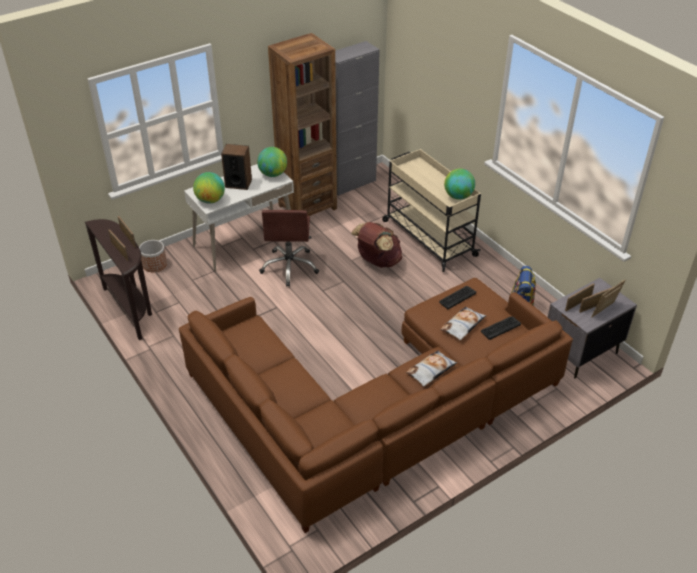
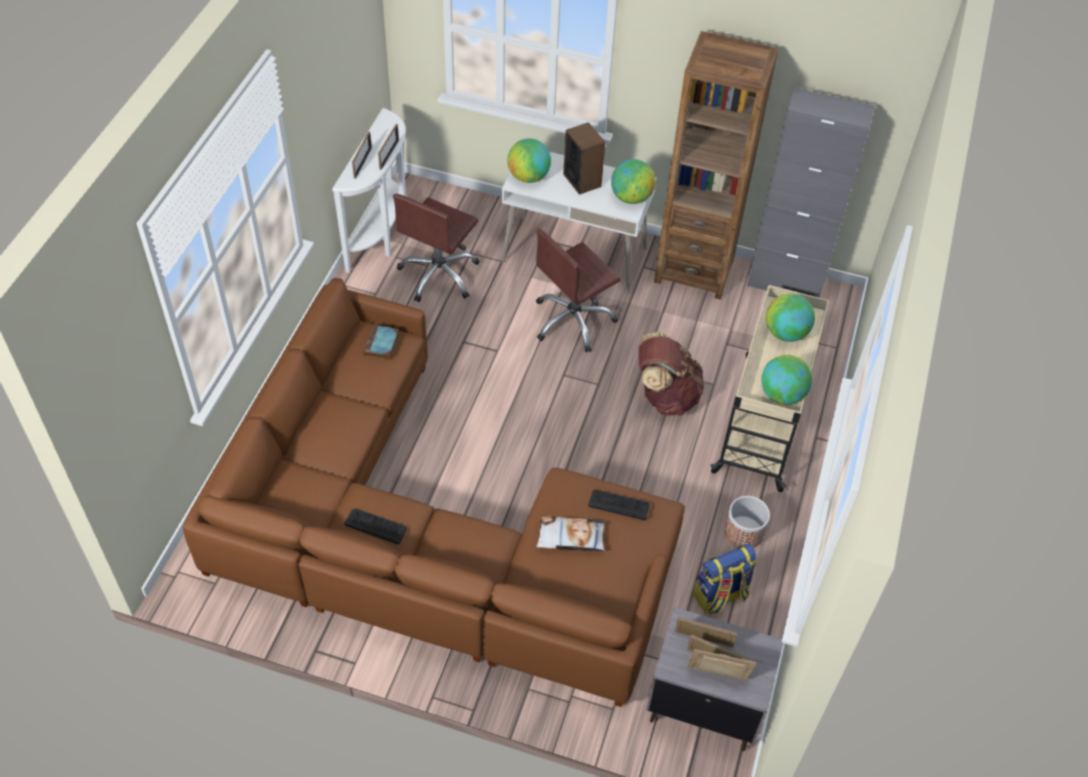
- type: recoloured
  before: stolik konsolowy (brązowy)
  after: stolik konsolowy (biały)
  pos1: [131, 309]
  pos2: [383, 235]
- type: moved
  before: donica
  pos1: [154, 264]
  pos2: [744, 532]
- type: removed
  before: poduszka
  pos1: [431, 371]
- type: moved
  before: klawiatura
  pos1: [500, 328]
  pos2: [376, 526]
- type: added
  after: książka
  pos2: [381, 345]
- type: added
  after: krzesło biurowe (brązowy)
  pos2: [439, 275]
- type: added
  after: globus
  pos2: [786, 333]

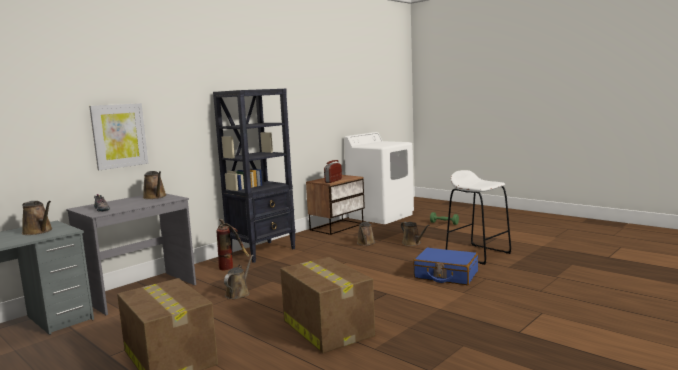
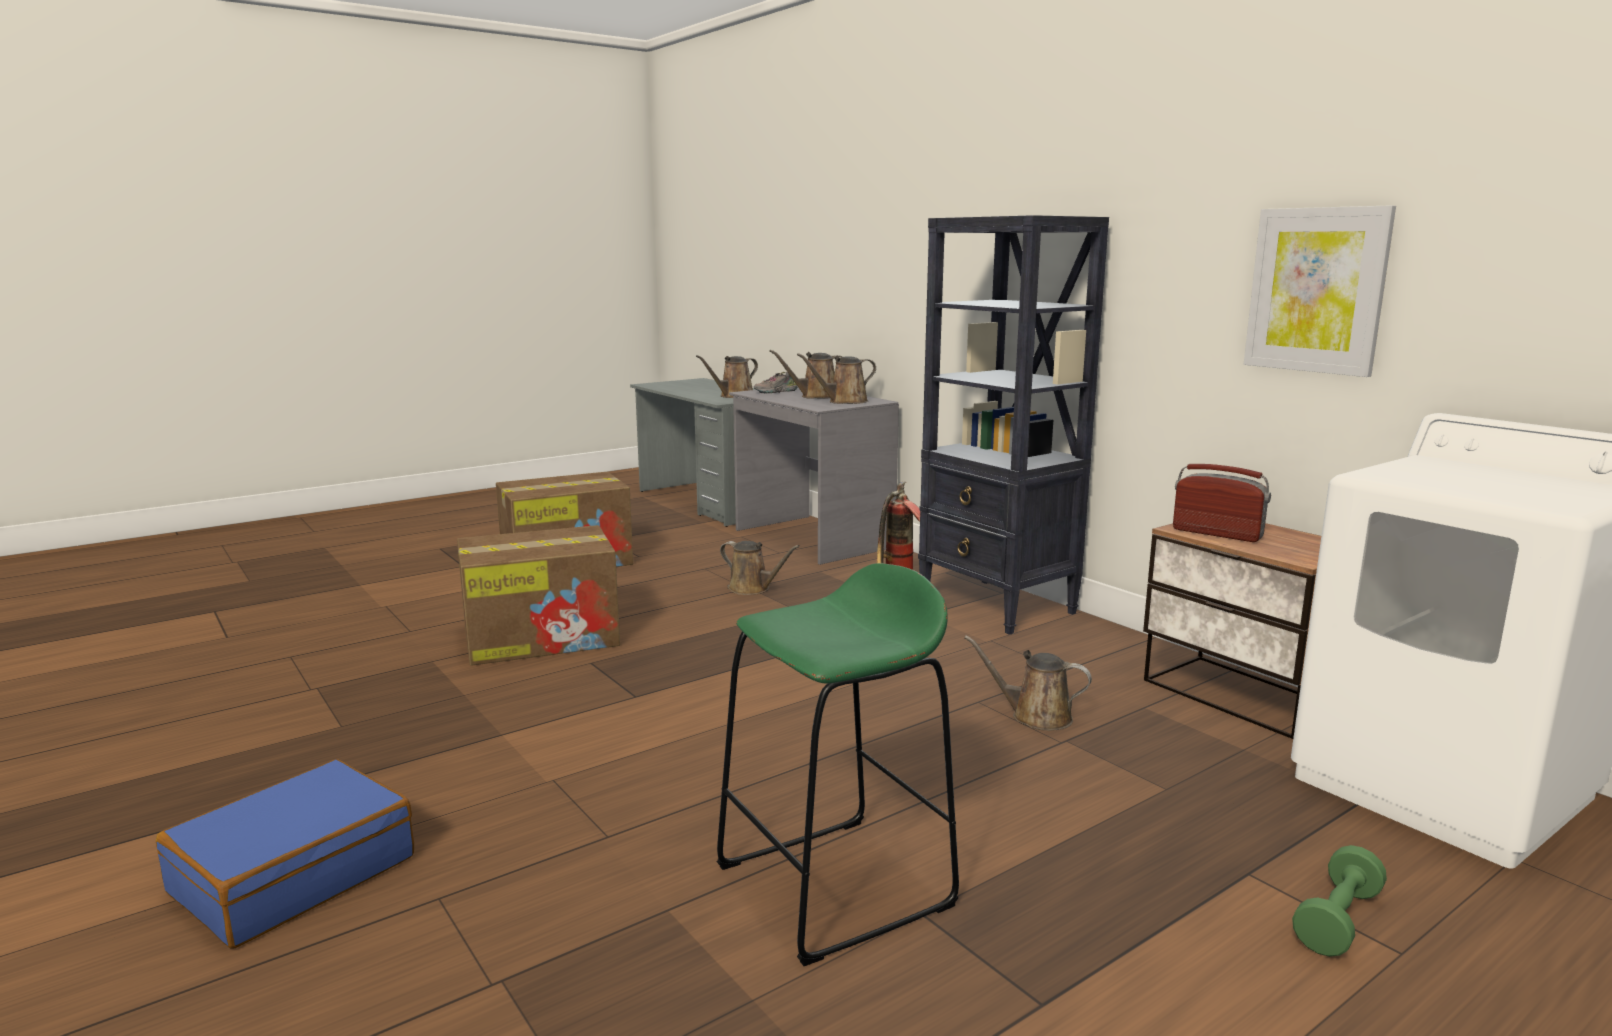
- type: moved
  before: obraz
  pos1: [119, 136]
  pos2: [1316, 290]
- type: moved
  before: konewka (brązowy)
  pos1: [412, 243]
  pos2: [816, 396]
- type: moved
  before: walizka (niebieski)
  pos1: [446, 275]
  pos2: [294, 874]
- type: recoloured
  before: stołek (biały)
  after: stołek (zielony)
  pos1: [478, 254]
  pos2: [835, 886]

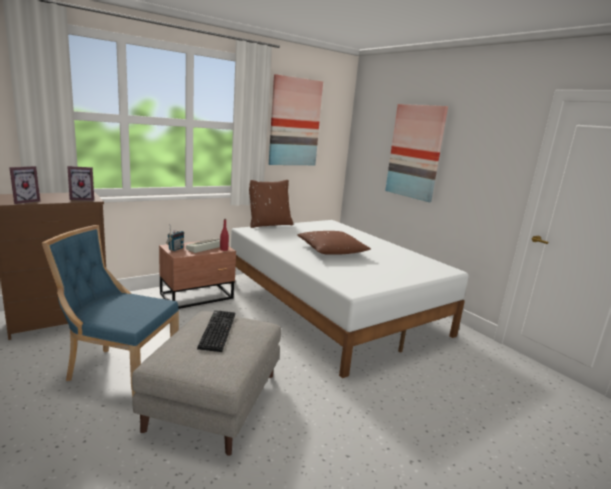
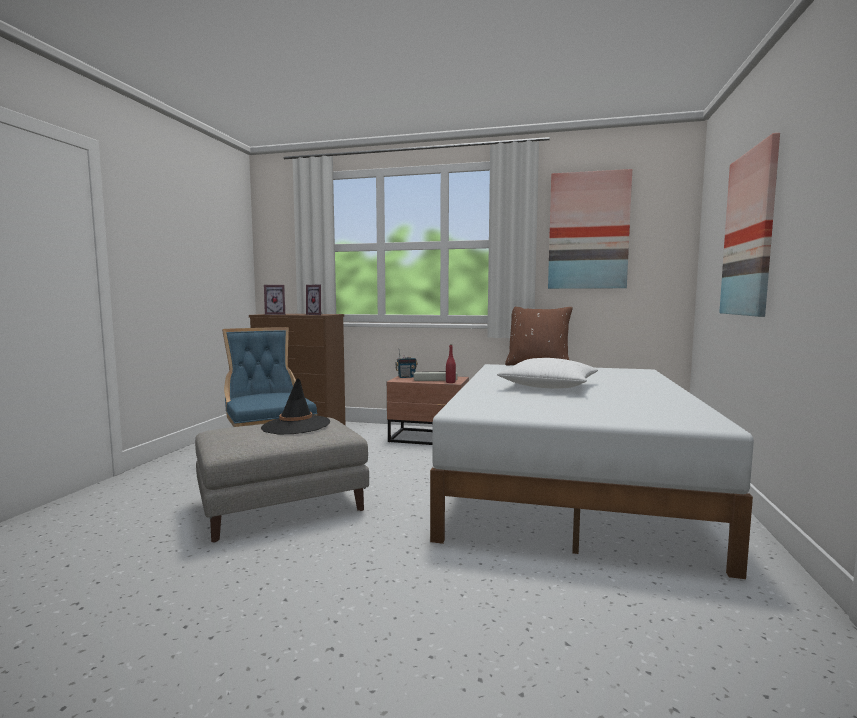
- type: replaced
  before: klawiatura
  after: kapelusz (czarny)
  pos1: [216, 330]
  pos2: [296, 425]
- type: recoloured
  before: poduszka (brązowy)
  after: poduszka (biały)
  pos1: [331, 251]
  pos2: [549, 386]

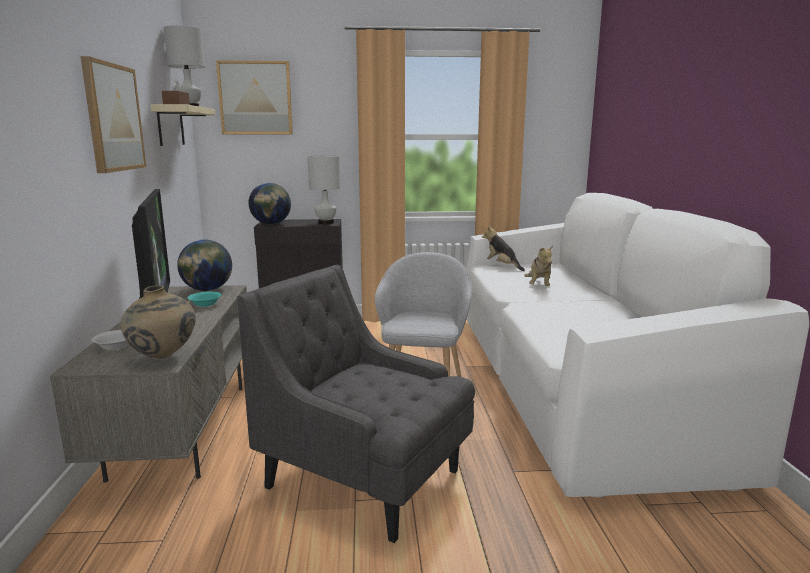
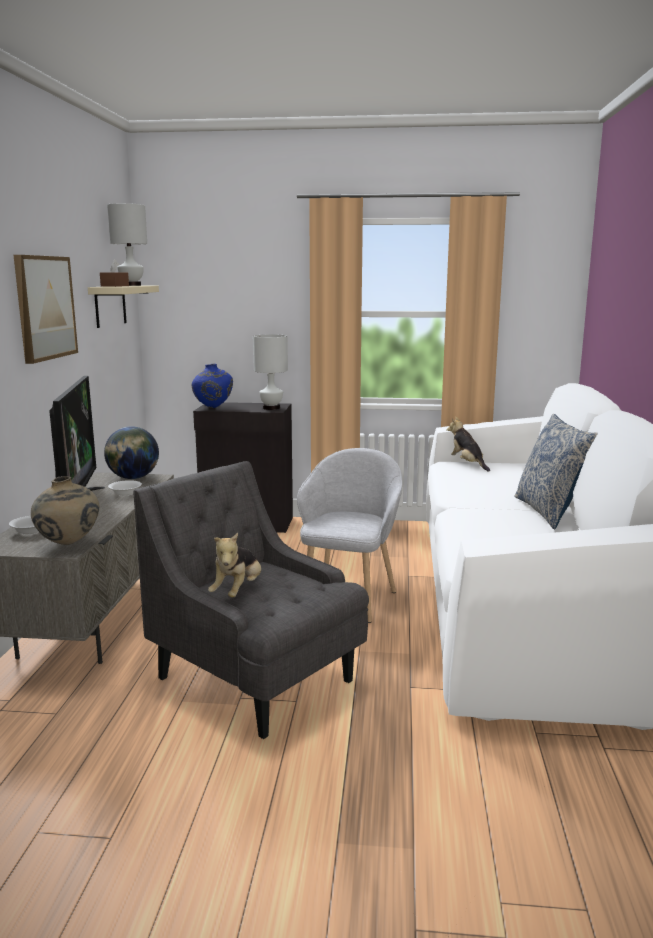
- type: recoloured
  before: miska (turkusowy)
  after: miska (biały)
  pos1: [205, 304]
  pos2: [126, 493]
- type: removed
  before: obraz
  pos1: [255, 98]
- type: replaced
  before: globus
  after: wazon (niebieski)
  pos1: [271, 224]
  pos2: [213, 408]
- type: moved
  before: pluszak
  pos1: [539, 286]
  pos2: [238, 591]
- type: added
  after: poduszka
  pos2: [550, 512]

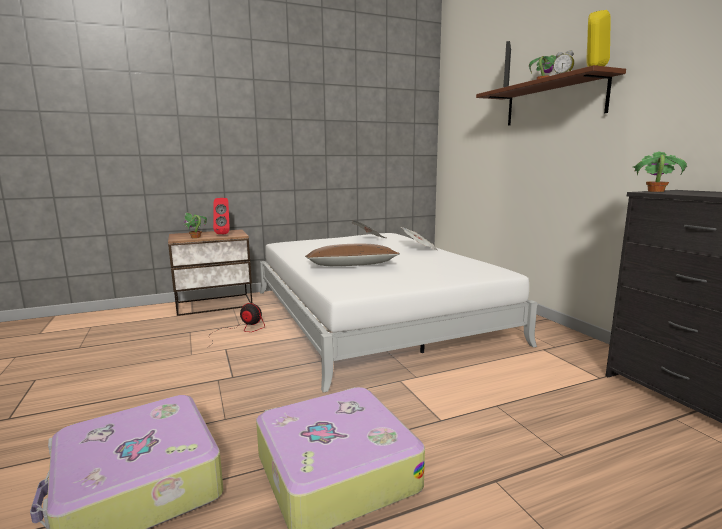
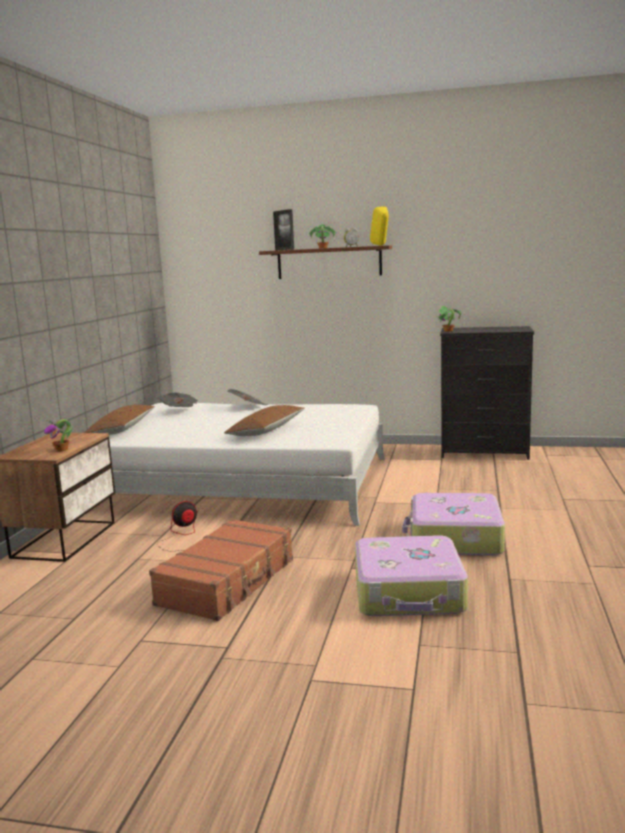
- type: removed
  before: głośnik (czerwony)
  pos1: [224, 234]
- type: added
  after: poduszka (brązowy)
  pos2: [121, 429]
- type: added
  after: walizka (brązowy)
  pos2: [228, 582]

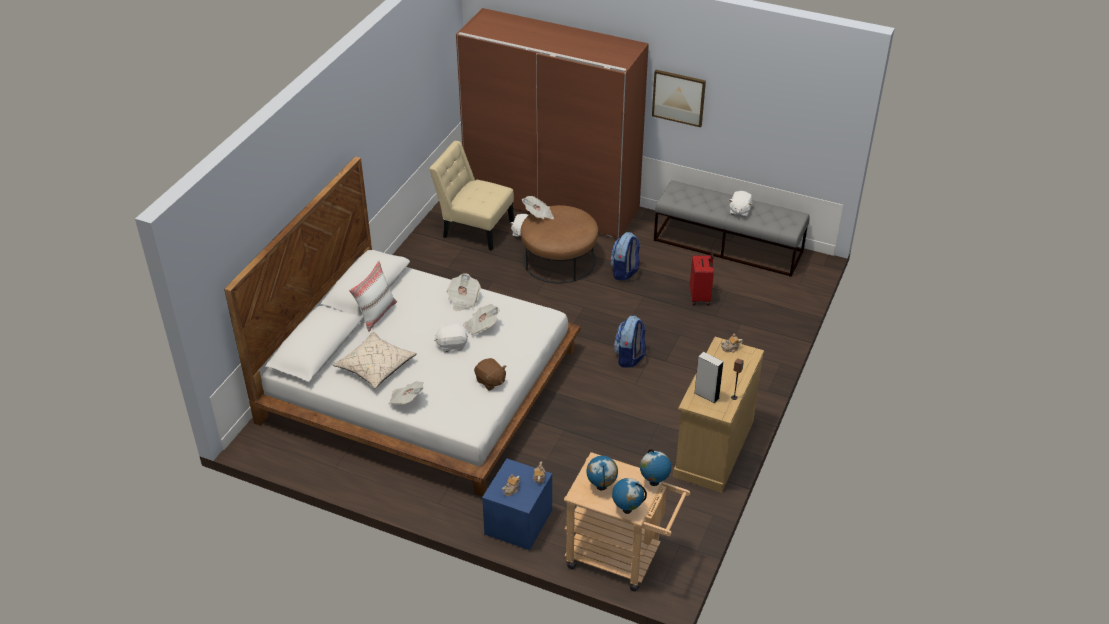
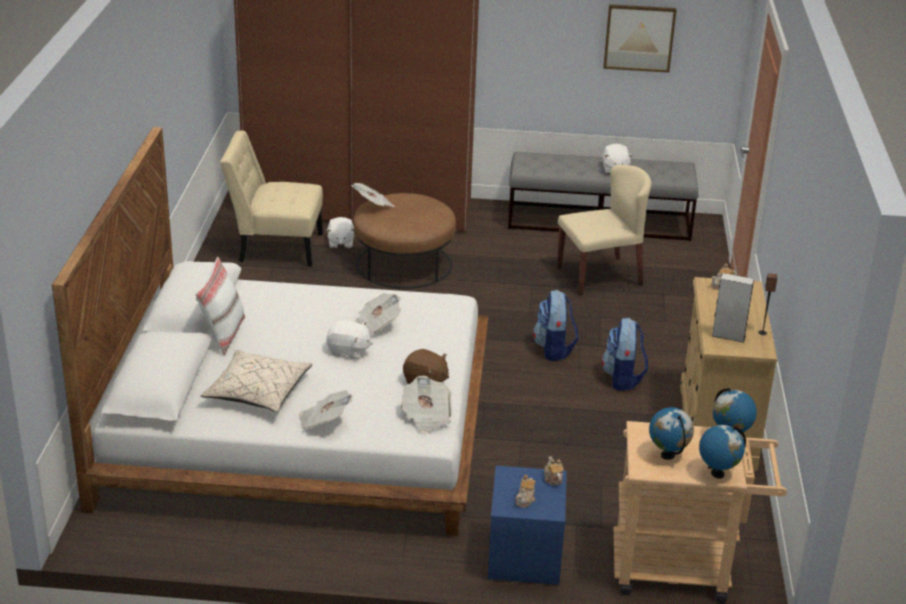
- type: turned
  before: pluszak (biały)
  pos1: [452, 345]
  pos2: [348, 351]
  turn: -135
- type: moved
  before: gazeta
  pos1: [463, 300]
  pos2: [426, 417]
- type: moved
  before: plecak
  pos1: [625, 272]
  pos2: [623, 379]
- type: moved
  before: obraz
  pos1: [678, 97]
  pos2: [639, 37]
- type: replaced
  before: walizka (czerwony)
  after: krzesło (beżowy)
  pos1: [700, 297]
  pos2: [600, 276]

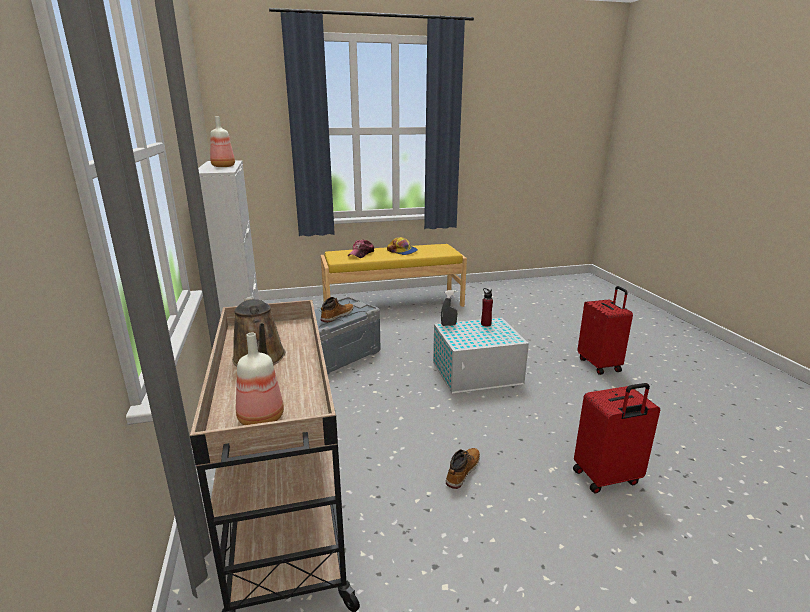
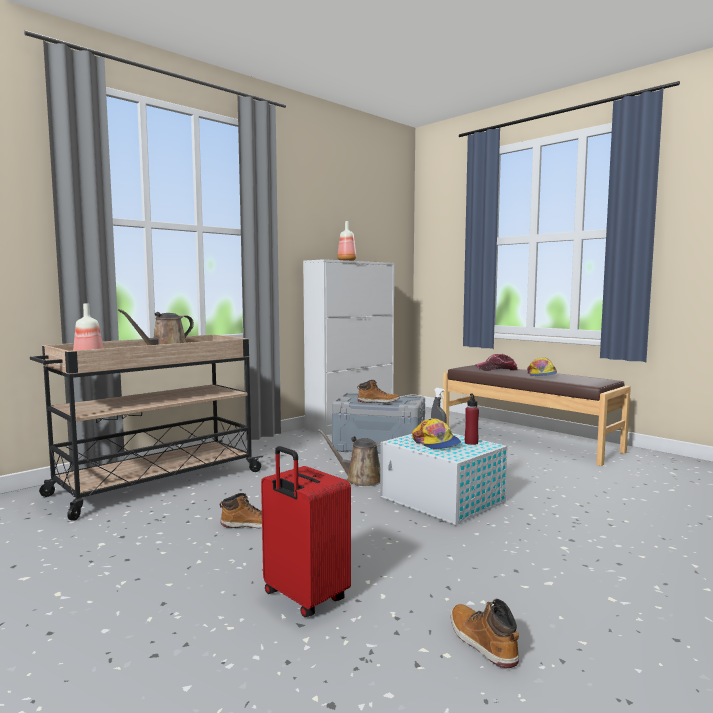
- type: recoloured
  before: ławka (żółty)
  after: ławka (brązowy)
  pos1: [393, 304]
  pos2: [528, 440]
- type: removed
  before: walizka (czerwony)
  pos1: [600, 364]
- type: added
  after: konewka (brązowy)
  pos2: [360, 479]
- type: added
  after: czapka z daszkiem
  pos2: [436, 443]
- type: added
  after: but z cholewką
  pos2: [481, 642]

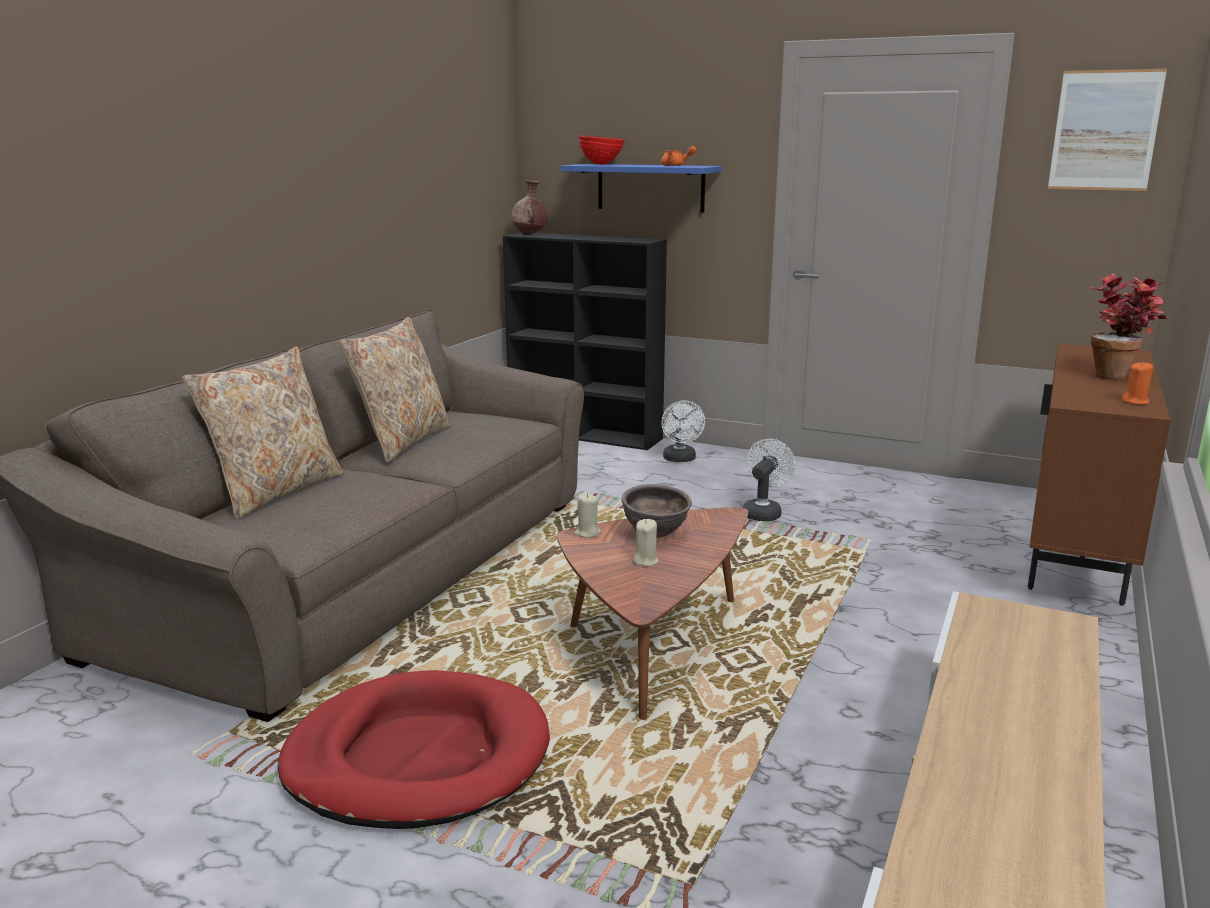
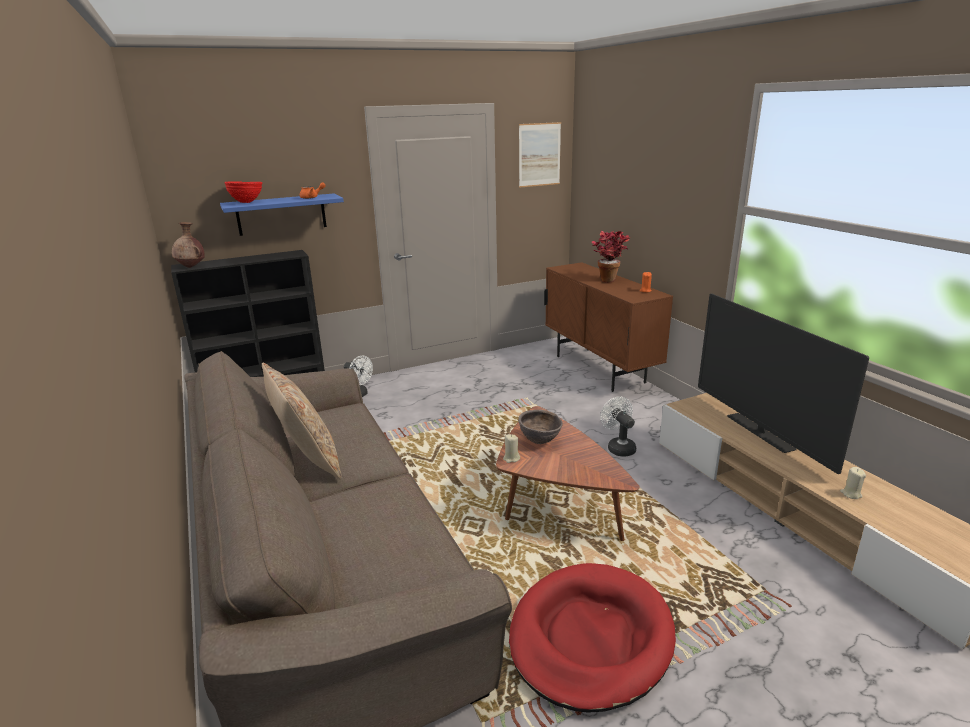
- type: removed
  before: poduszka (beżowy)
  pos1: [275, 491]
- type: moved
  before: świeca (beżowy)
  pos1: [645, 561]
  pos2: [851, 494]
- type: moved
  before: wentylator (biały)
  pos1: [763, 512]
  pos2: [618, 447]
- type: added
  after: telewizor
  pos2: [759, 432]

